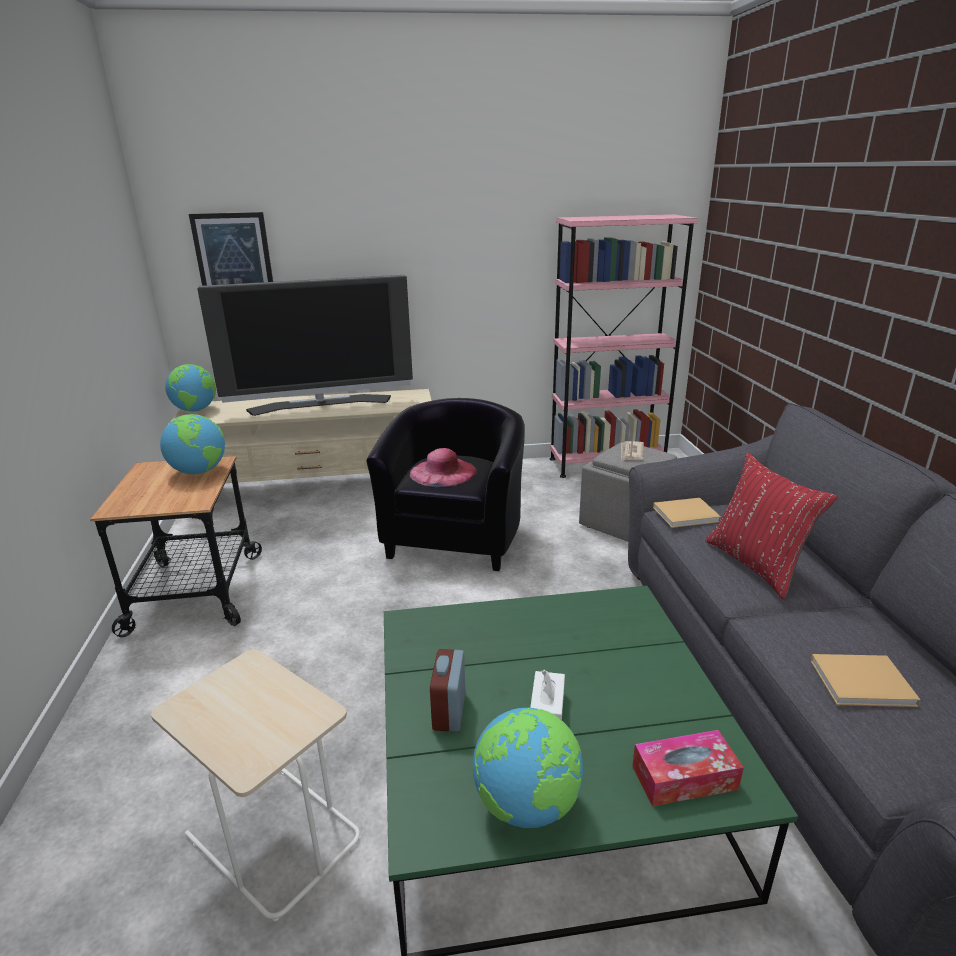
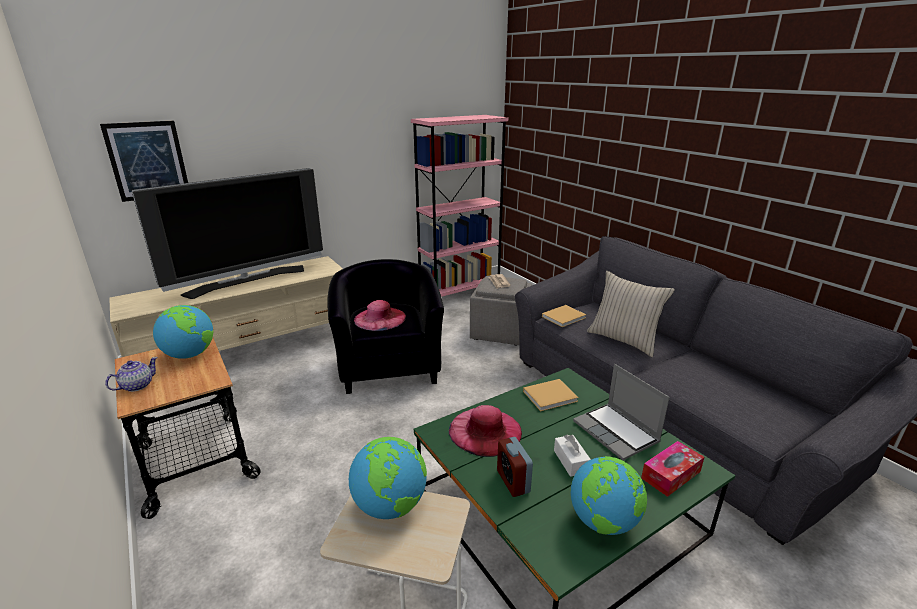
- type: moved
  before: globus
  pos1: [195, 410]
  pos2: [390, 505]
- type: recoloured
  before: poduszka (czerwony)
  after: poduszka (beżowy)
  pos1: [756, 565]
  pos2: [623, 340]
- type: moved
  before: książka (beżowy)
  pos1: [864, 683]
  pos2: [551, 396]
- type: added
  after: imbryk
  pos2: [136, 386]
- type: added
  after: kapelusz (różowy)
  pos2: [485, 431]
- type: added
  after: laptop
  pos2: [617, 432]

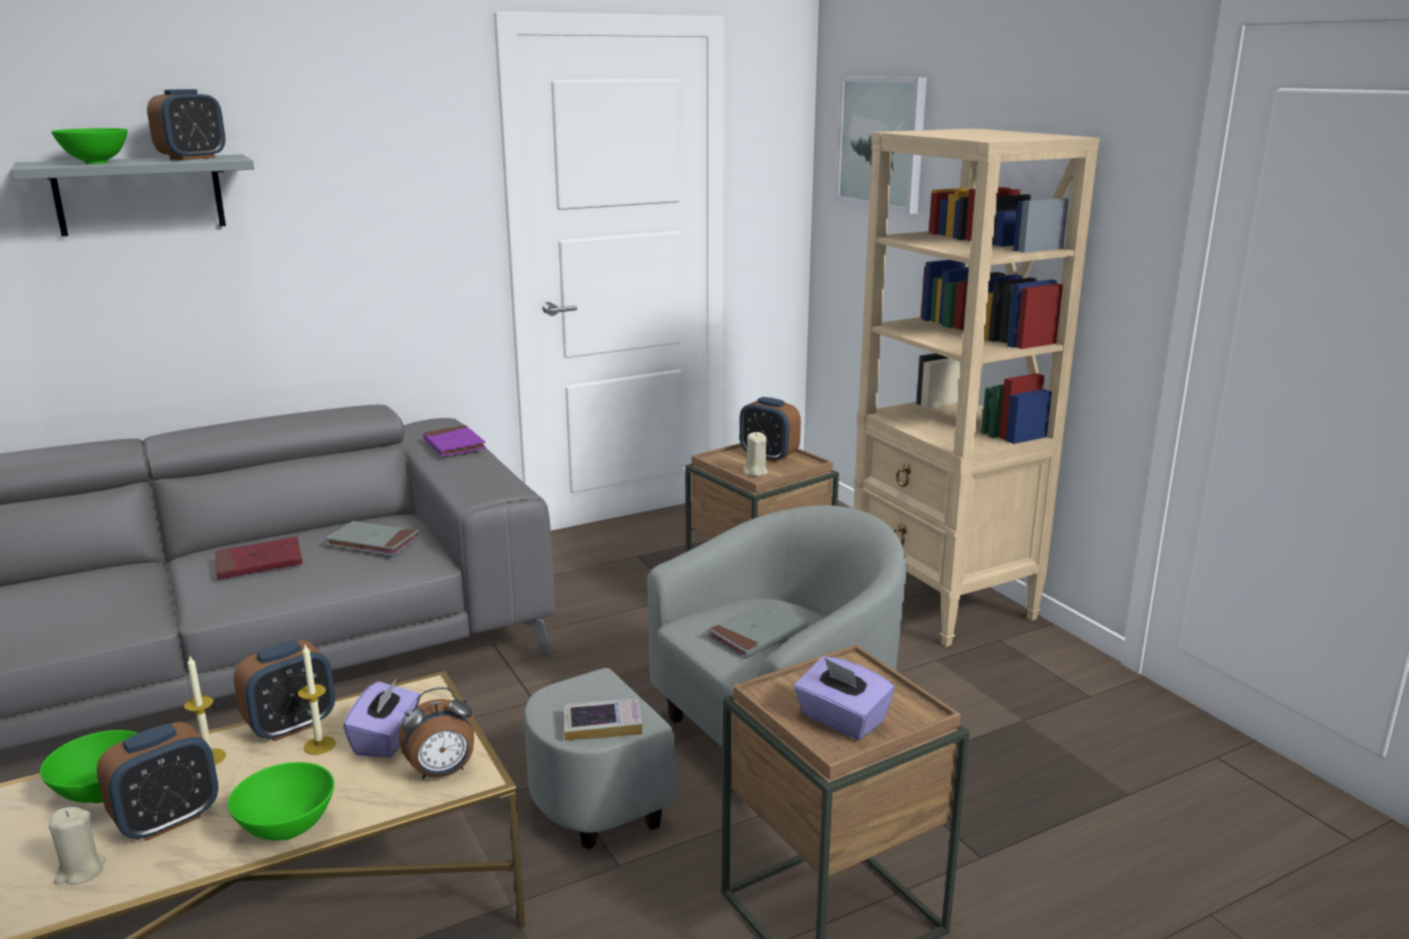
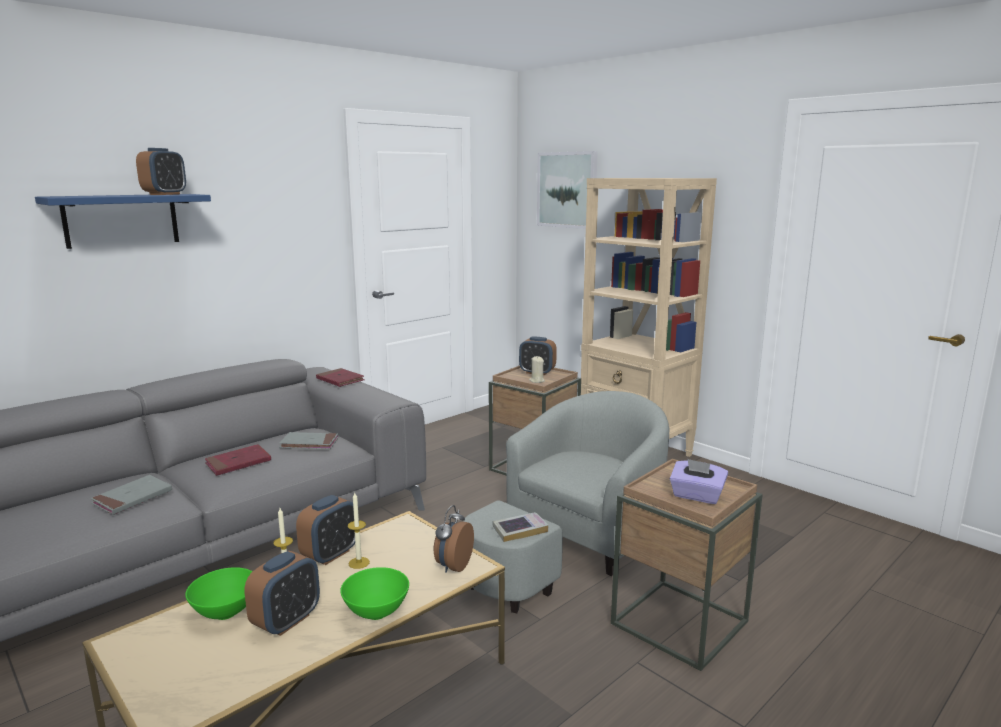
- type: recoloured
  before: półka (szary)
  after: półka (niebieski)
  pos1: [139, 194]
  pos2: [121, 220]
- type: removed
  before: świeca (beżowy)
  pos1: [80, 871]
- type: removed
  before: miska (zielony)
  pos1: [96, 163]
- type: removed
  before: pudełko chusteczek (fioletowy)
  pos1: [387, 739]
- type: turned
  before: budzik
  pos1: [442, 773]
  pos2: [453, 566]
  turn: 150
- type: recoloured
  before: książka (fioletowy)
  after: książka (czerwony)
  pos1: [454, 445]
  pos2: [340, 380]
- type: moved
  before: książka (szary)
  pos1: [757, 634]
  pos2: [132, 498]

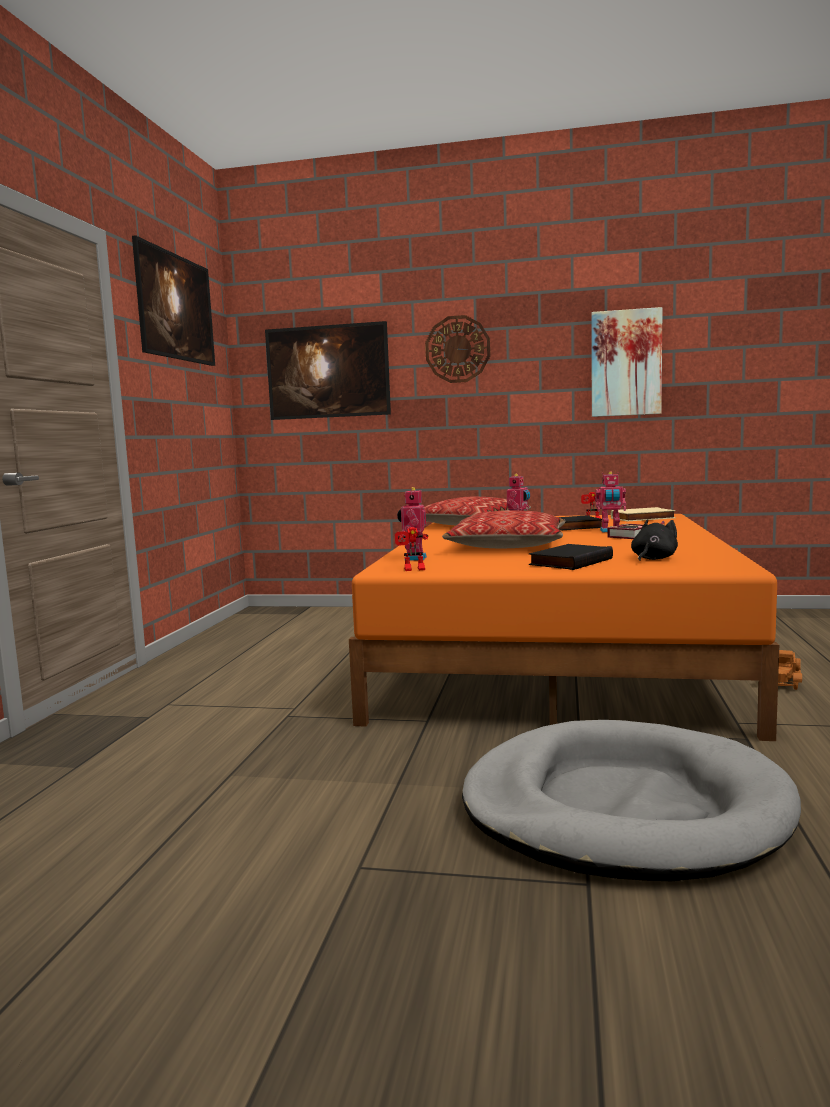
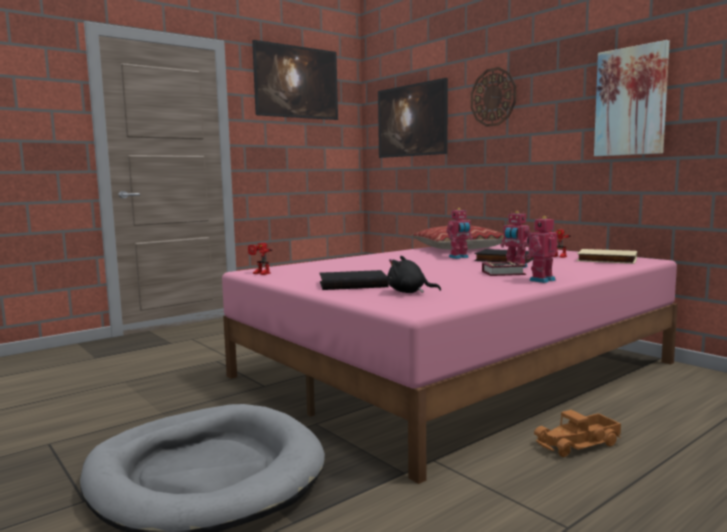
- type: recoloured
  before: łóżko (pomarańczowy)
  after: łóżko (różowy)
  pos1: [556, 654]
  pos2: [453, 369]
- type: moved
  before: robot zabawkowy
  pos1: [413, 558]
  pos2: [540, 280]
- type: removed
  before: poduszka
  pos1: [507, 545]
- type: turned
  before: pluszak (czarny)
  pos1: [653, 559]
  pos2: [409, 292]
  turn: -150

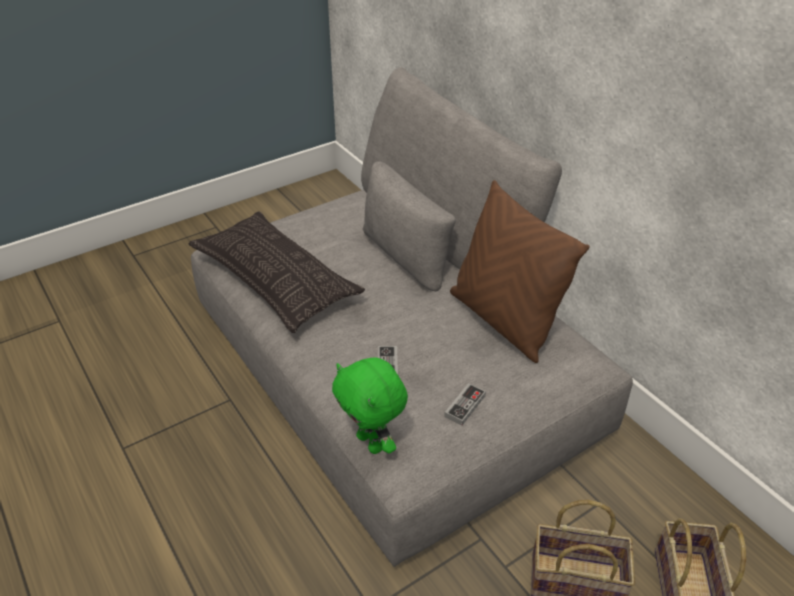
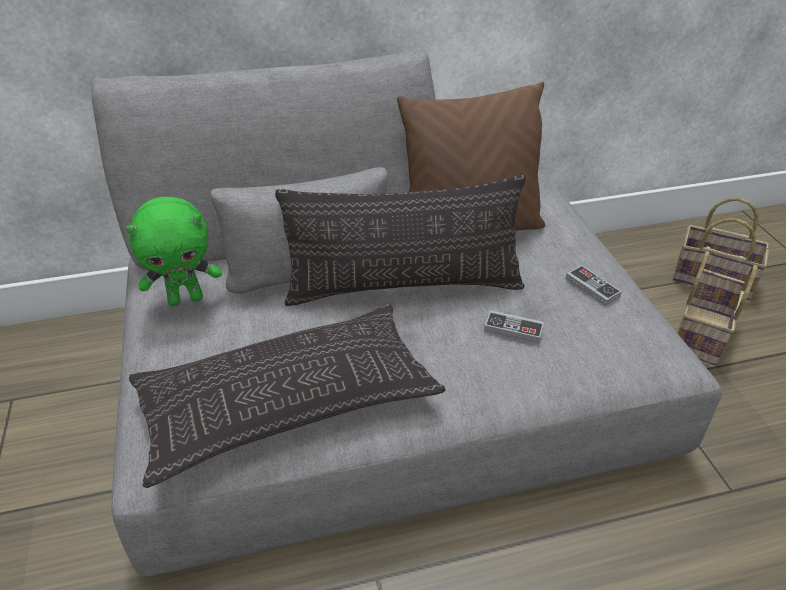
- type: moved
  before: pluszak (zielony)
  pos1: [371, 442]
  pos2: [186, 299]
- type: added
  after: poduszka
  pos2: [404, 286]

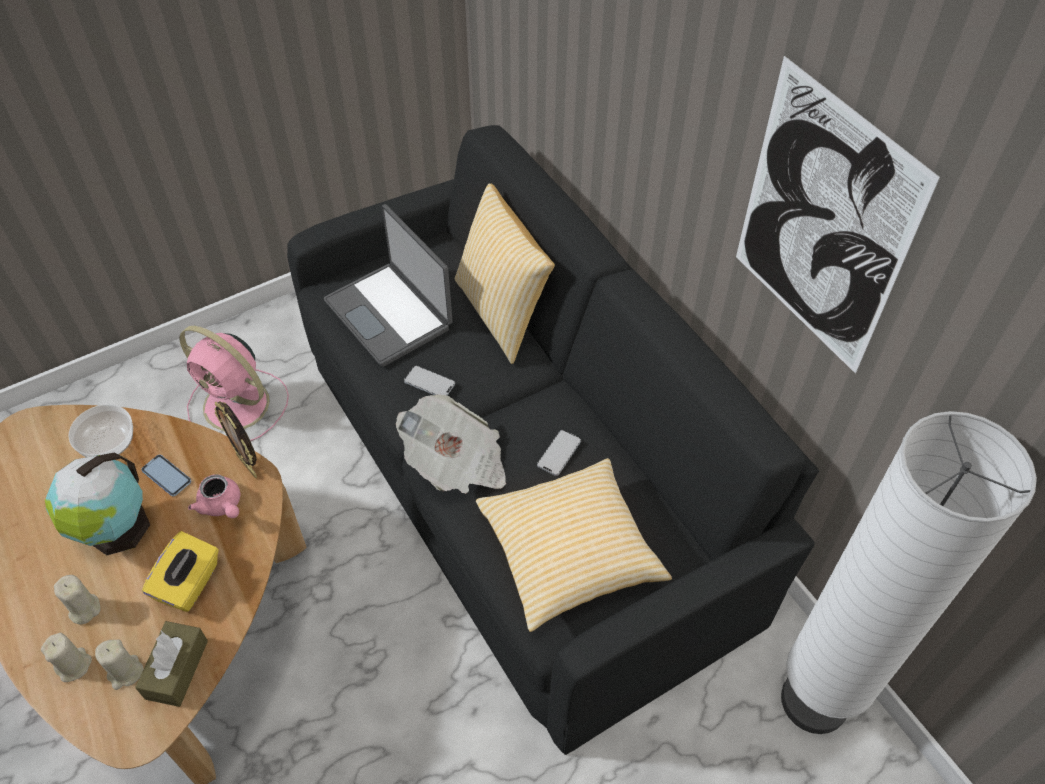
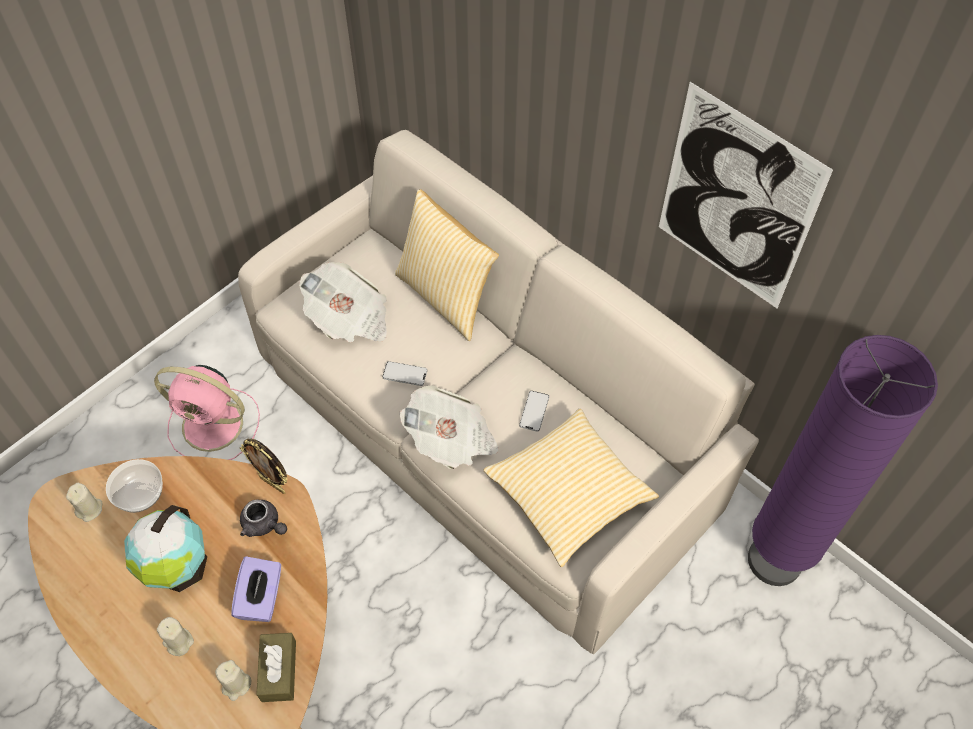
- type: moved
  before: świeca (beżowy)
  pos1: [74, 665]
  pos2: [89, 509]
- type: removed
  before: telefon
  pos1: [166, 476]
- type: recoloured
  before: pudełko chusteczek (żółty)
  after: pudełko chusteczek (fioletowy)
  pos1: [189, 583]
  pos2: [261, 598]
- type: recoloured
  before: imbryk (różowy)
  after: imbryk (szary)
  pos1: [222, 506]
  pos2: [264, 525]
- type: recoloured
  before: kanapa (czarny)
  after: kanapa (beżowy)
  pos1: [523, 469]
  pos2: [487, 424]
- type: replaced
  before: laptop
  after: gazeta
  pos1: [390, 314]
  pos2: [349, 318]
- type: recoloured
  before: lampa stojąca (biały)
  after: lampa stojąca (fioletowy)
  pos1: [814, 701]
  pos2: [774, 560]

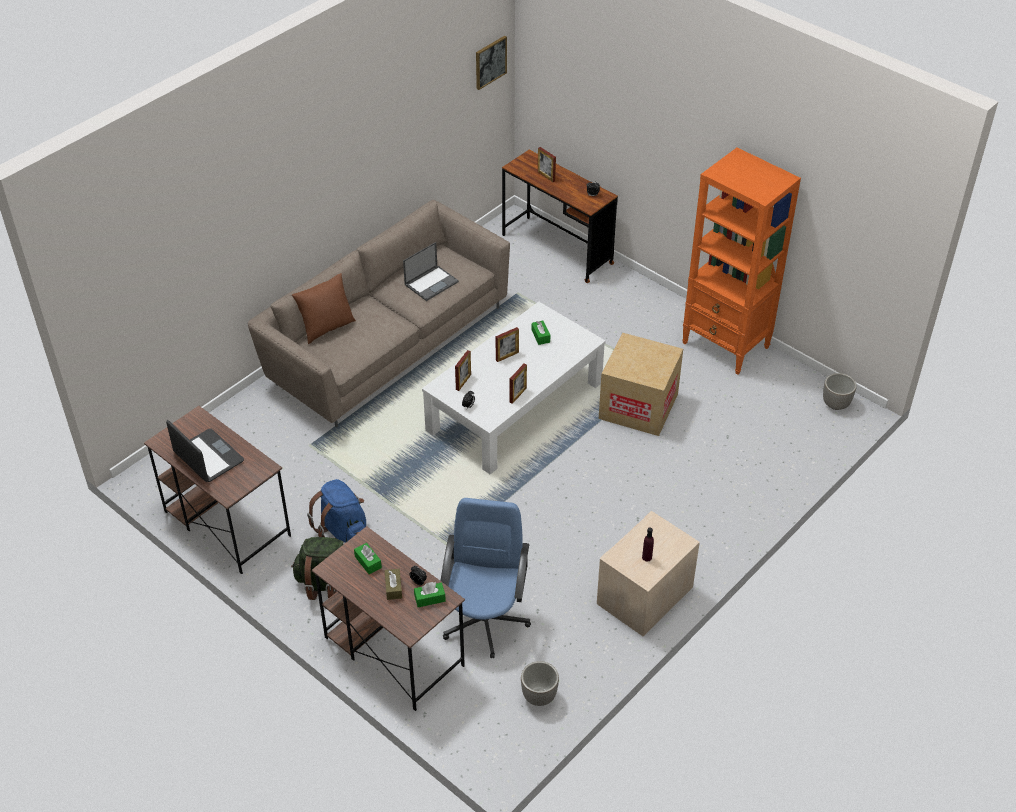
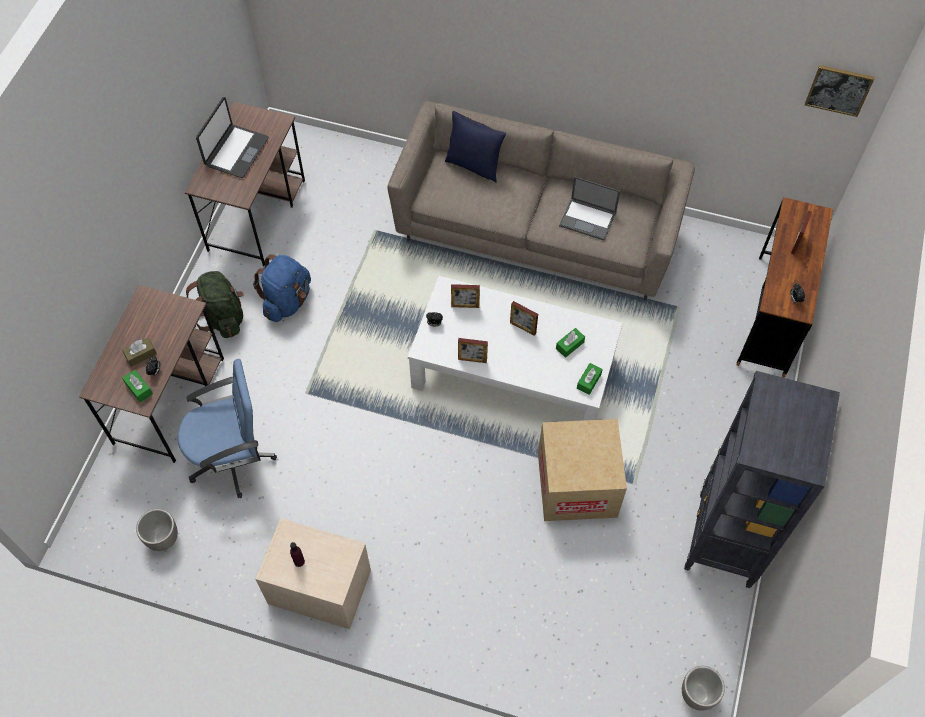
- type: recoloured
  before: poduszka (brązowy)
  after: poduszka (niebieski)
  pos1: [326, 328]
  pos2: [474, 165]
- type: moved
  before: pudełko chusteczek (zielony)
  pos1: [368, 562]
  pos2: [589, 381]
- type: recoloured
  before: regał (pomarańczowy)
  after: regał (czarny)
  pos1: [726, 345]
  pos2: [724, 541]

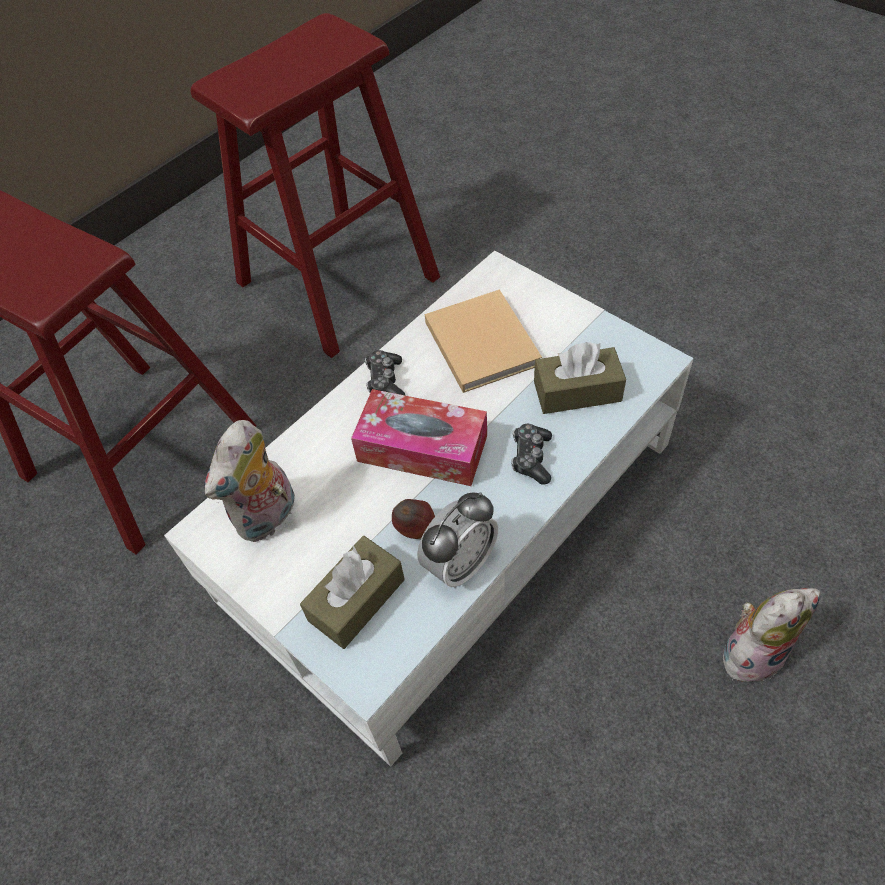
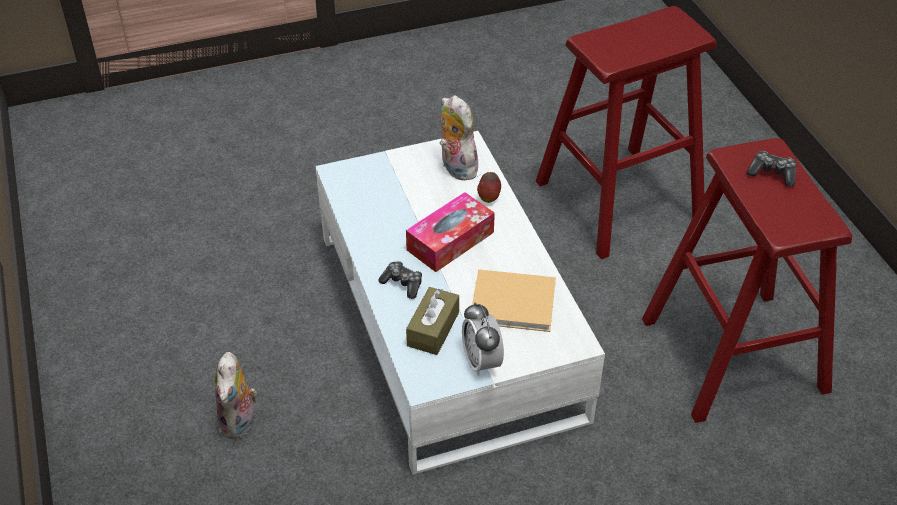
- type: removed
  before: pudełko chusteczek (brązowy)
  pos1: [356, 600]
- type: moved
  before: pad do gier
  pos1: [386, 381]
  pos2: [772, 173]
- type: moved
  before: jabłko
  pos1: [415, 530]
  pos2: [489, 198]
- type: moved
  before: budzik
  pos1: [460, 563]
  pos2: [481, 362]

